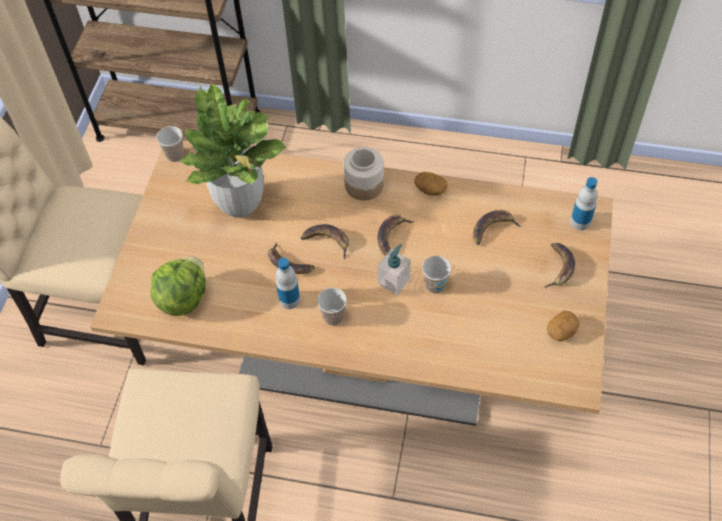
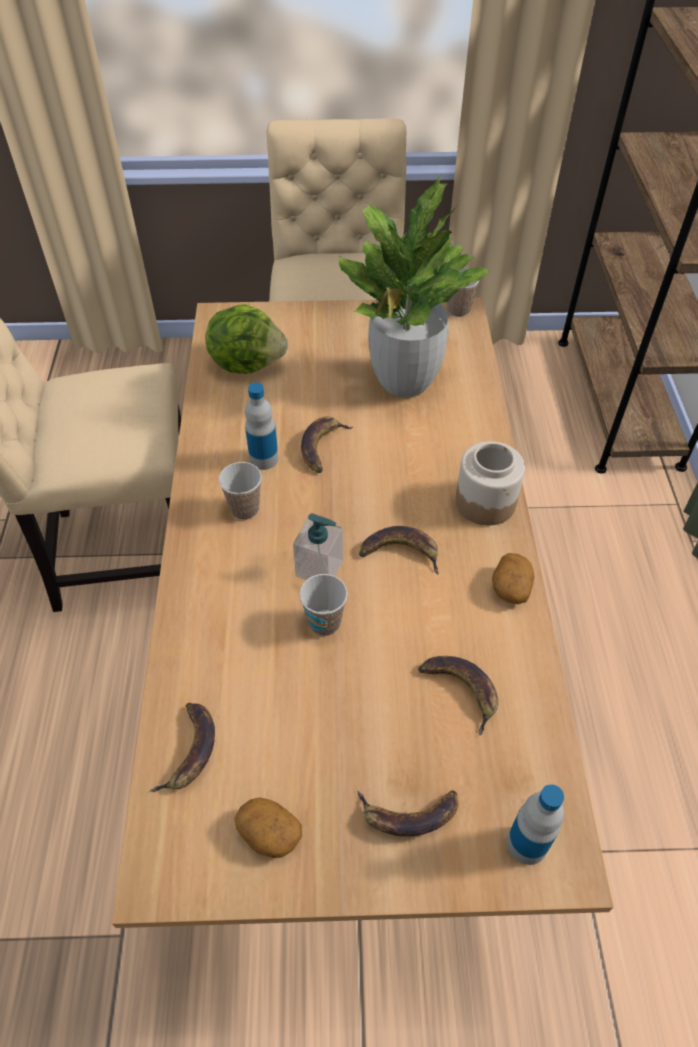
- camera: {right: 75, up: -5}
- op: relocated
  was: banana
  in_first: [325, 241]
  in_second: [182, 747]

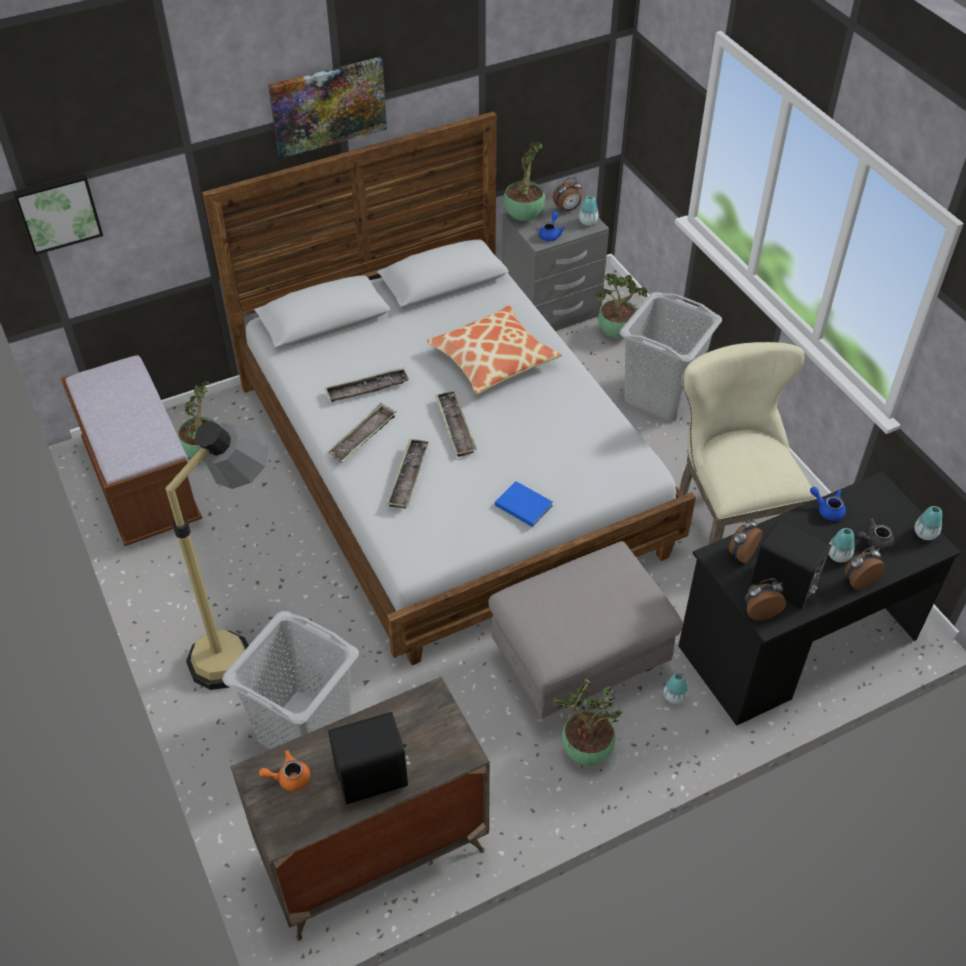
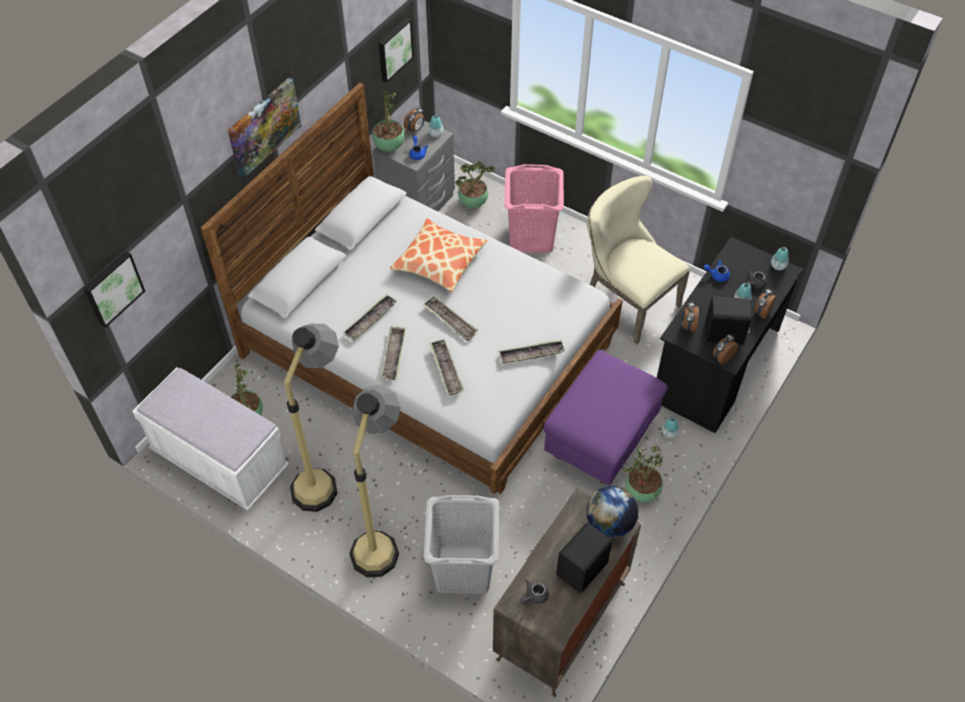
- camera: {right: -30, up: 5}
- op: colour
  was: bench (brown)
  now: bench (white)
  in_first: [131, 450]
  in_second: [210, 438]
- op: colour
  was: teapot (orange)
  now: teapot (grey)
  in_first: [284, 770]
  in_second: [534, 591]
- op: colour
  was: ottoman (grey)
  now: ottoman (purple)
  in_first: [585, 630]
  in_second: [605, 418]
- op: exchanged
  was: book (blue)
  now: tray
  in_first: [524, 504]
  in_second: [531, 351]
- op: colour
  was: laundry basket (grey)
  now: laundry basket (pink)
  in_first: [671, 356]
  in_second: [534, 208]
- op: appeared
  now: floor lamp
  in_second: [311, 418]
- op: appeared
  now: picture
  in_second: [396, 50]
- op: appeared
  now: globe
  in_second: [612, 512]

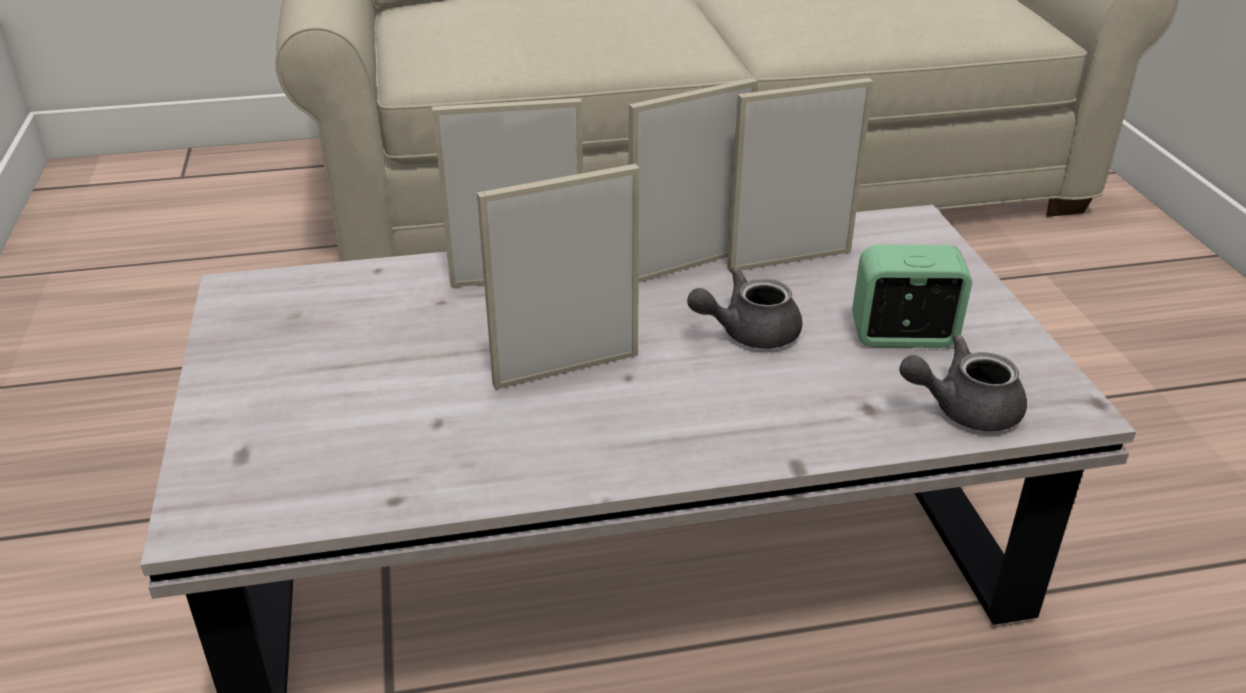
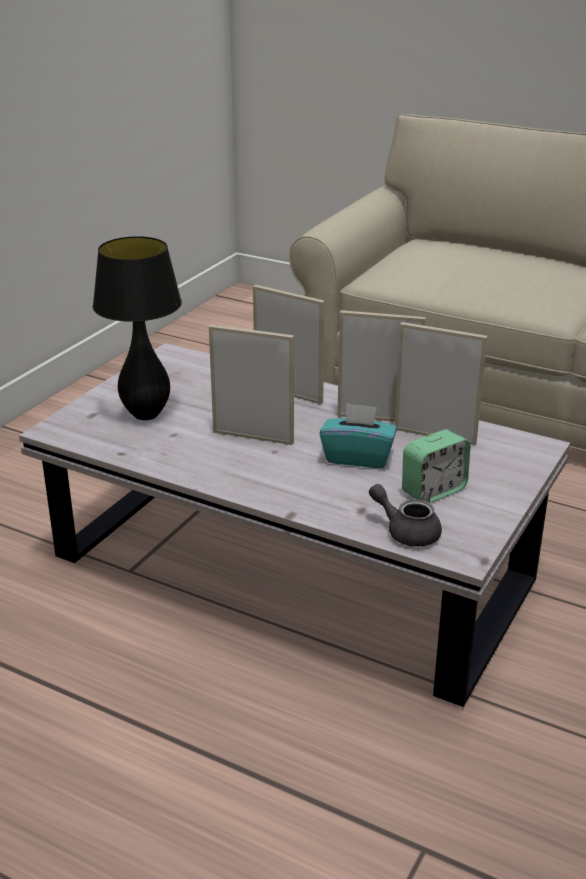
- camera: {right: 40, up: -5}
- op: exchanged
  was: teapot (grey)
  now: tissue box (turquoise)
  in_first: [744, 307]
  in_second: [358, 435]
- op: spun
  was: alarm clock
  in_first: [912, 296]
  in_second: [436, 466]
  clockwise: 105
- op: appeared
  now: table lamp (black)
  in_second: [137, 328]

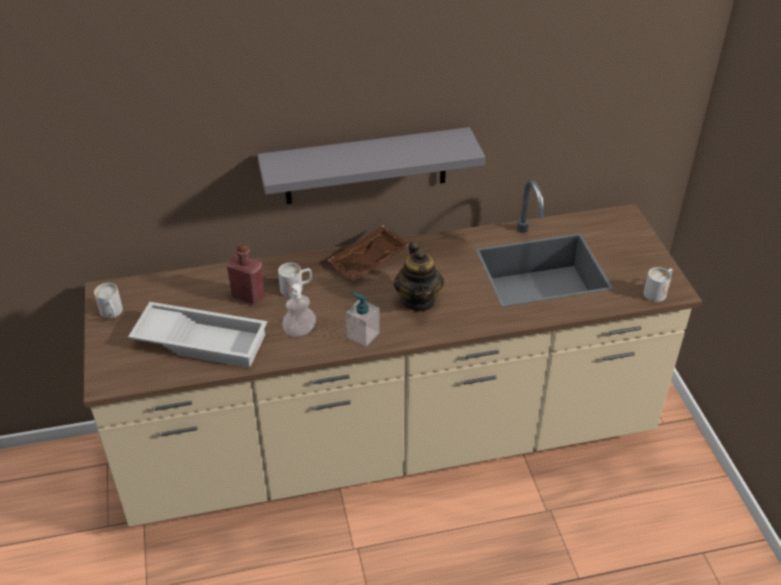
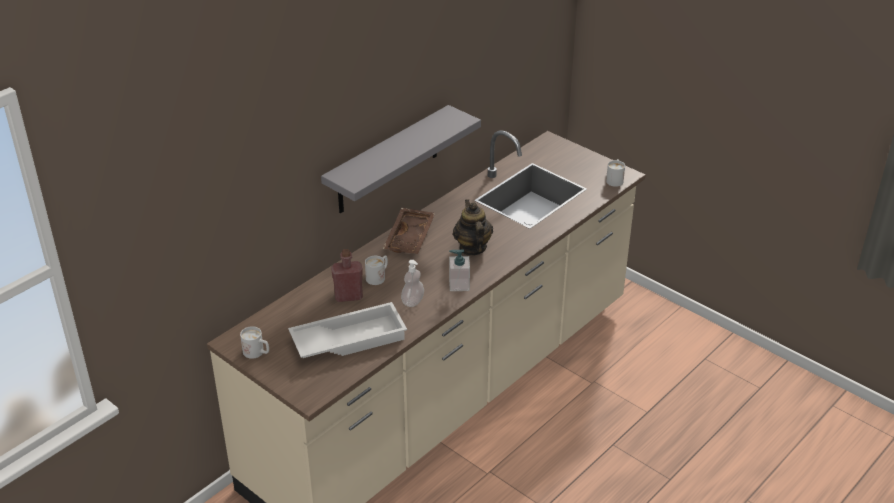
- camera: {right: -35, up: -5}
- op: spun
  was: teapot
  in_first: [419, 276]
  in_second: [473, 227]
  clockwise: -150

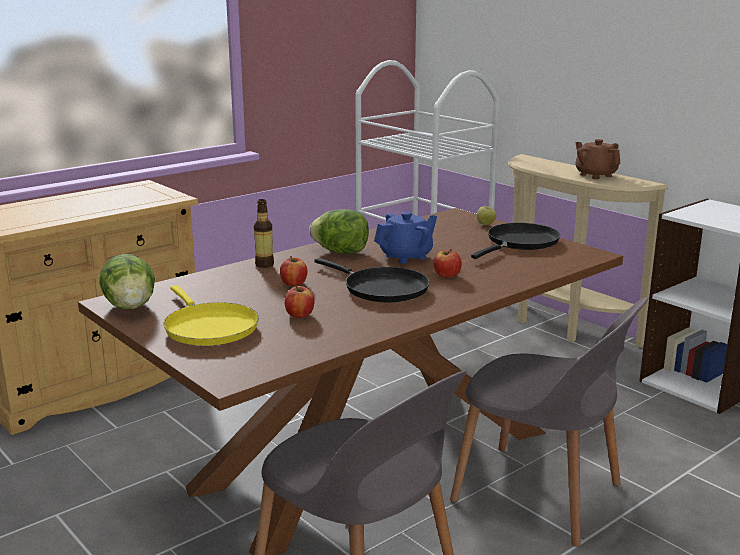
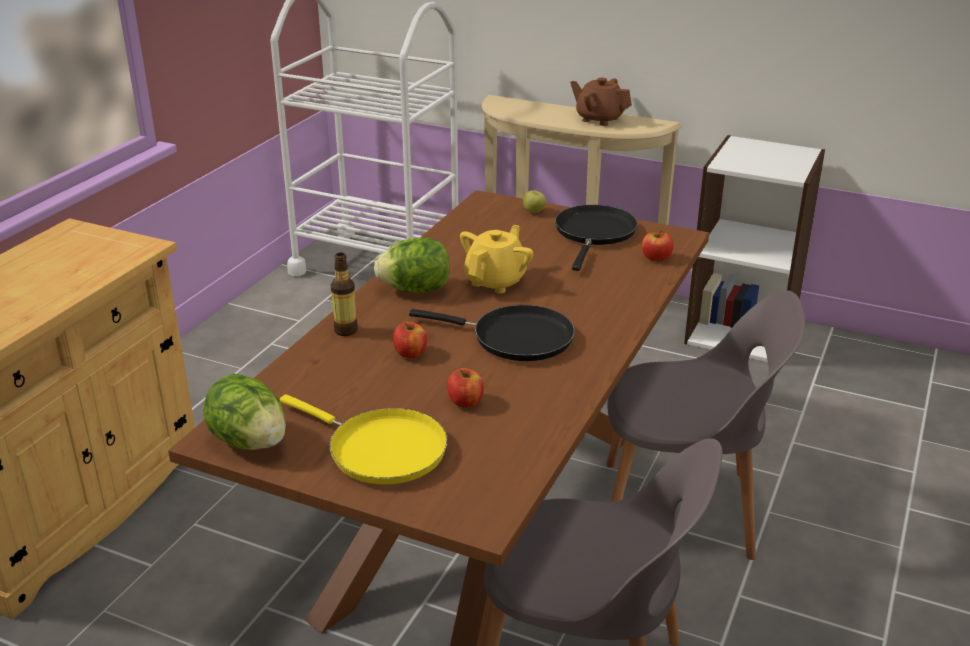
- camera: {right: -25, up: 10}
- op: colour
  was: teapot (blue)
  now: teapot (yellow)
  in_first: [405, 238]
  in_second: [496, 259]
- op: relocated
  was: apple
  in_first: [448, 263]
  in_second: [657, 245]

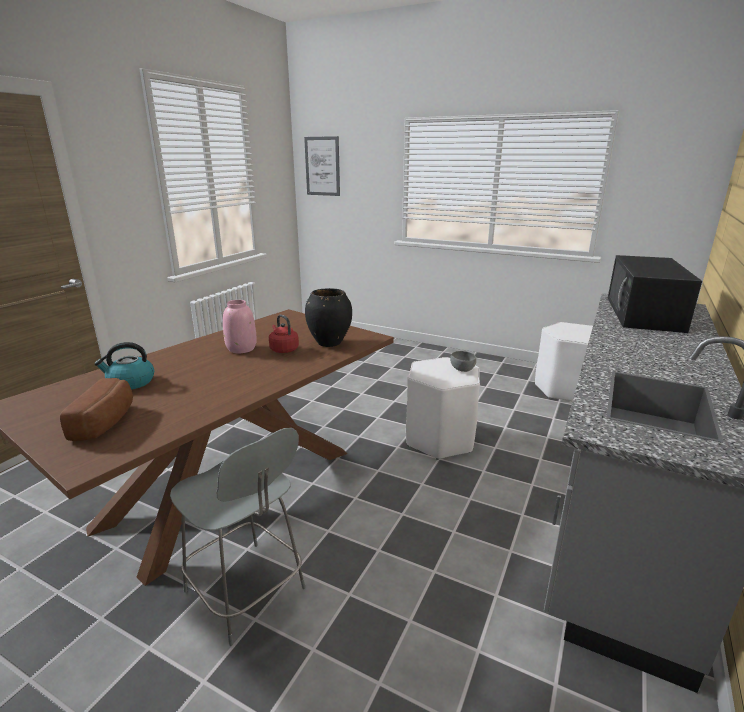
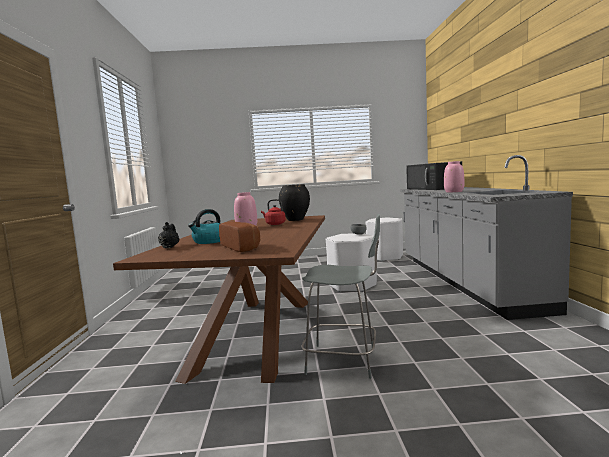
- camera: {right: -30, up: -15}
- op: missing
  was: picture
  in_first: [322, 166]
- op: appeared
  now: teapot (black)
  in_second: [169, 235]
- op: appeared
  now: vase (pink)
  in_second: [454, 176]

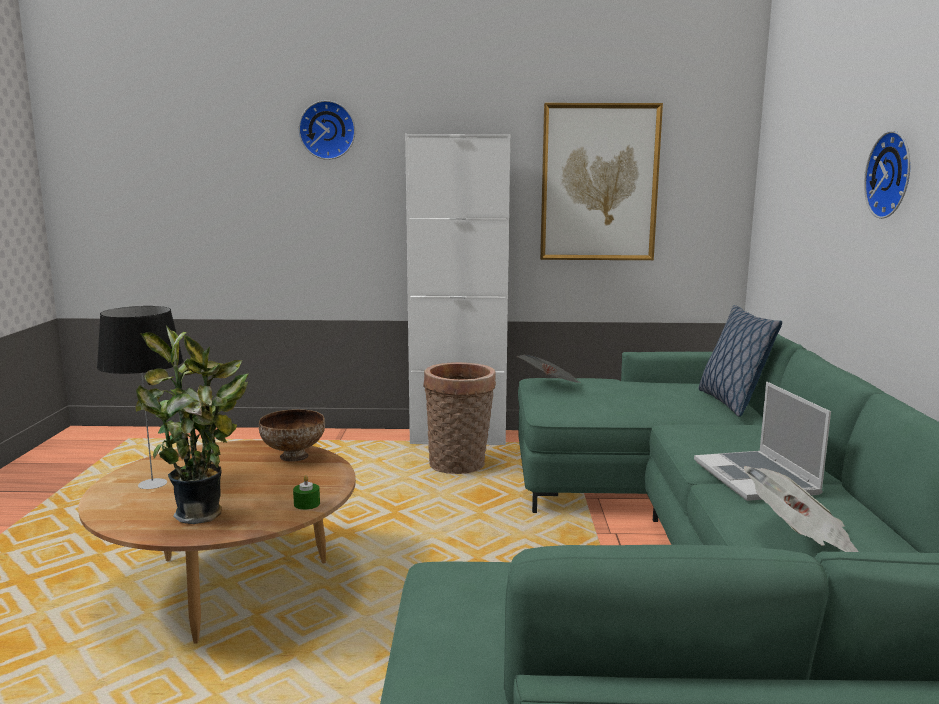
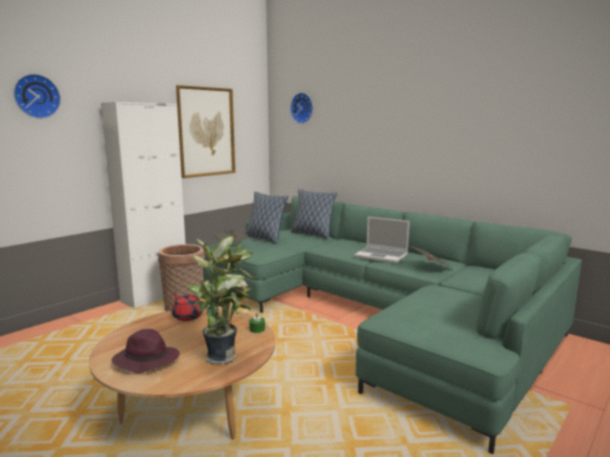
- camera: {right: -50, up: 0}
- op: exchanged
  was: table lamp
  now: hat (purple)
  in_first: [140, 397]
  in_second: [146, 351]
- op: exchanged
  was: bowl
  now: teapot (red)
  in_first: [292, 435]
  in_second: [187, 307]
- op: relocated
  was: wall clock
  in_first: [887, 175]
  in_second: [301, 108]
- op: appeared
  now: pillow
  in_second: [266, 218]

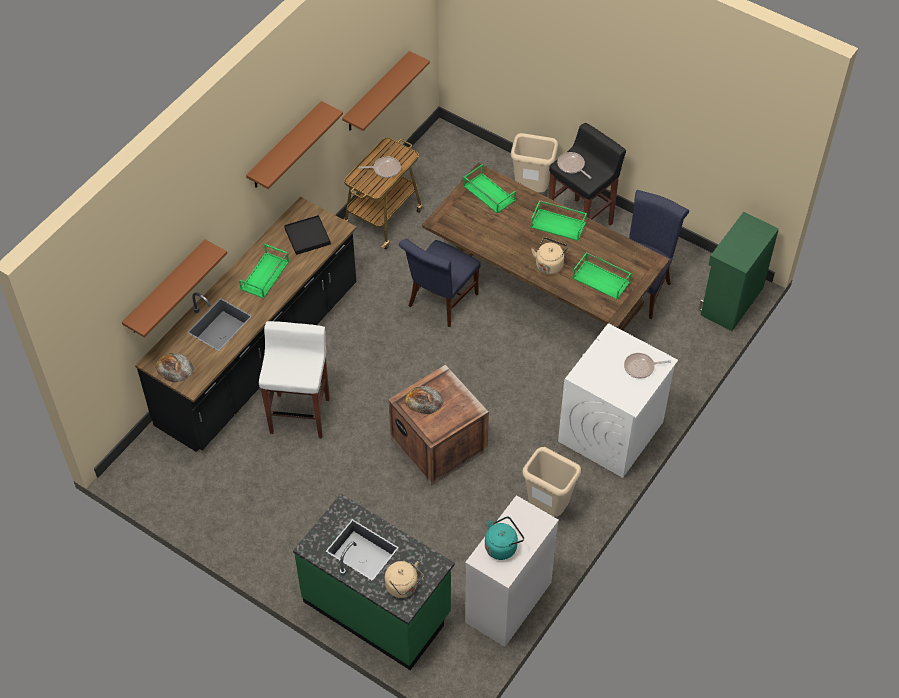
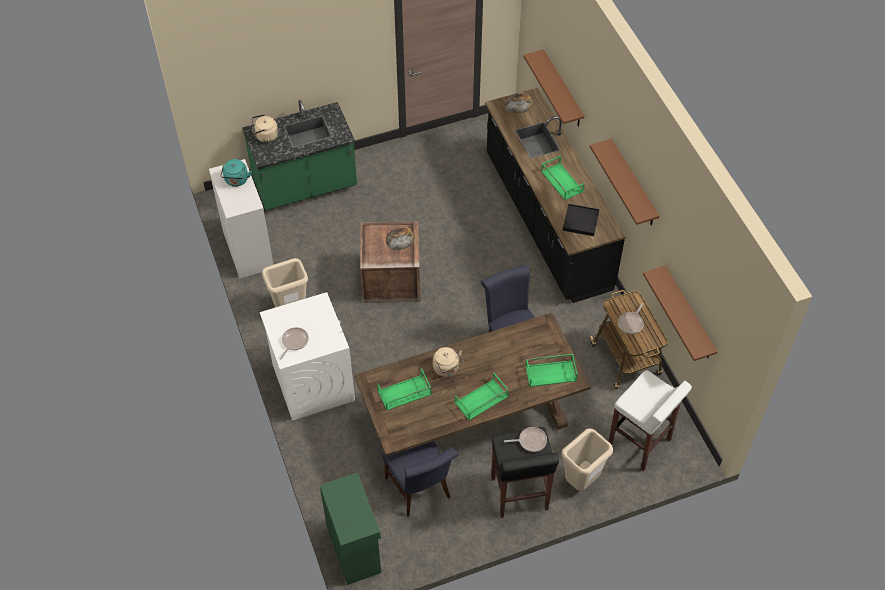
- camera: {right: 125, up: 0}
- op: relocated
  was: stool (white)
  in_first: [294, 380]
  in_second: [650, 420]

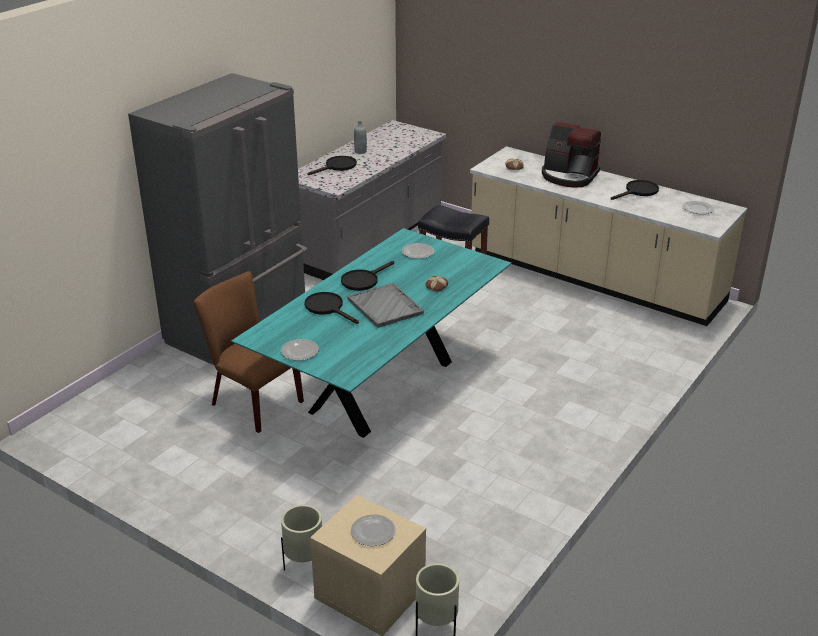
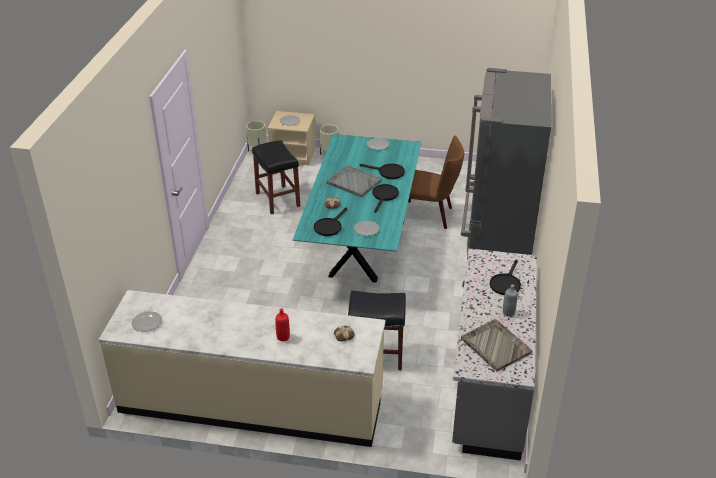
- camera: {right: 155, up: 5}
- op: exchanged
  was: coffee machine
  now: bottle (red)
  in_first: [571, 155]
  in_second: [282, 325]
- op: relocated
  was: frying pan (black)
  in_first: [635, 190]
  in_second: [330, 221]
- op: appeared
  now: stool (black)
  in_second: [276, 177]
- op: appeared
  now: tray (grey)
  in_second: [496, 345]

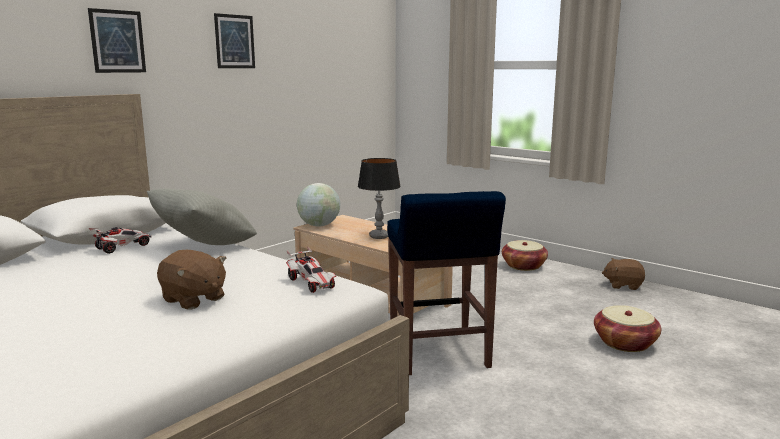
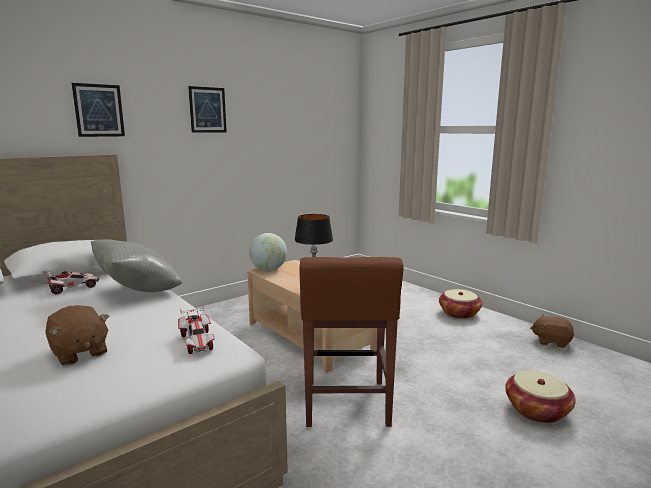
- camera: {right: 10, up: 0}
- op: colour
  was: stool (blue)
  now: stool (brown)
  in_first: [446, 283]
  in_second: [352, 342]

